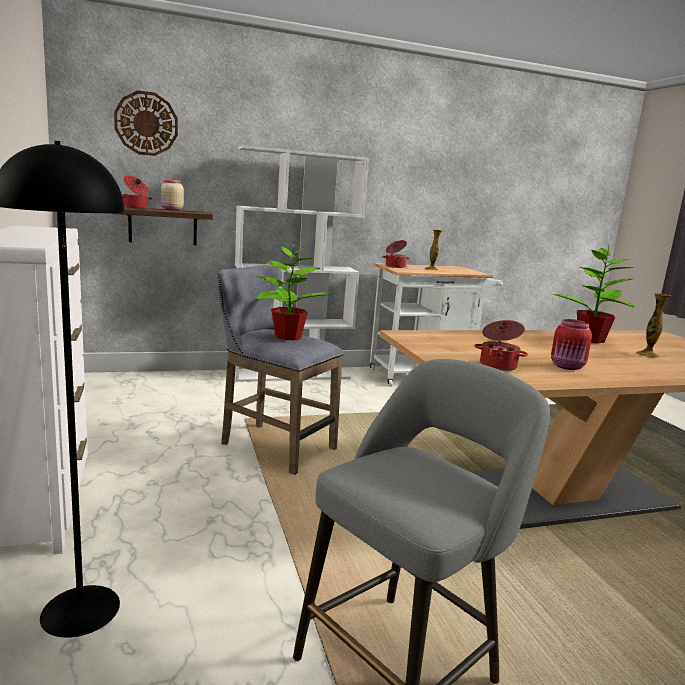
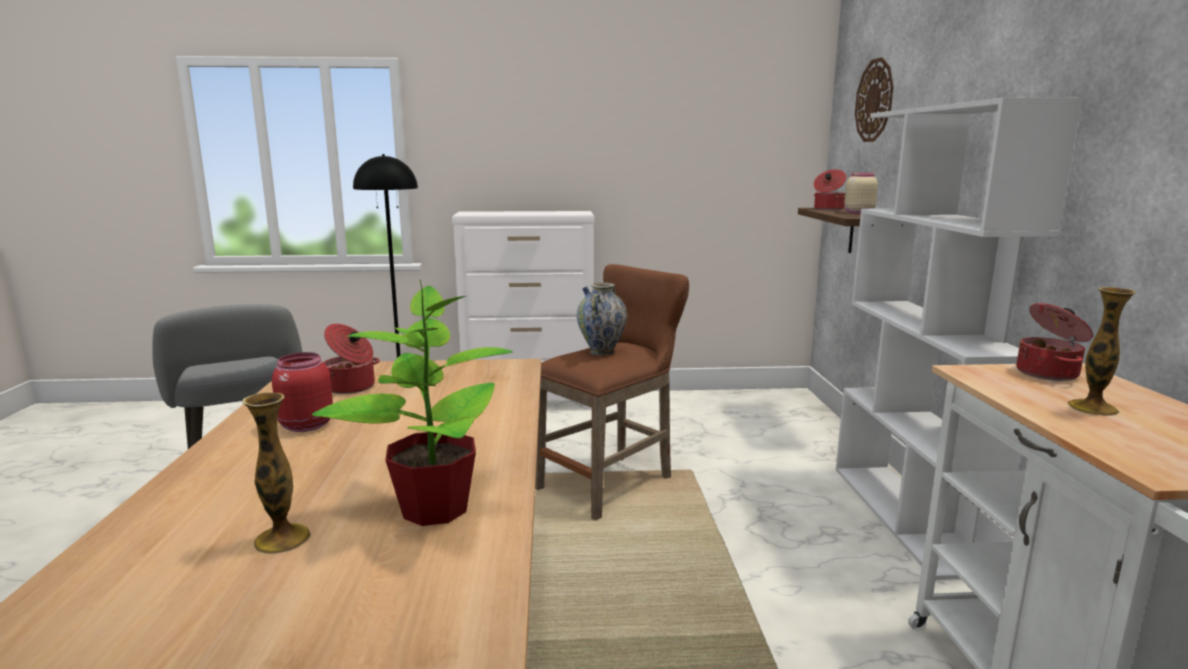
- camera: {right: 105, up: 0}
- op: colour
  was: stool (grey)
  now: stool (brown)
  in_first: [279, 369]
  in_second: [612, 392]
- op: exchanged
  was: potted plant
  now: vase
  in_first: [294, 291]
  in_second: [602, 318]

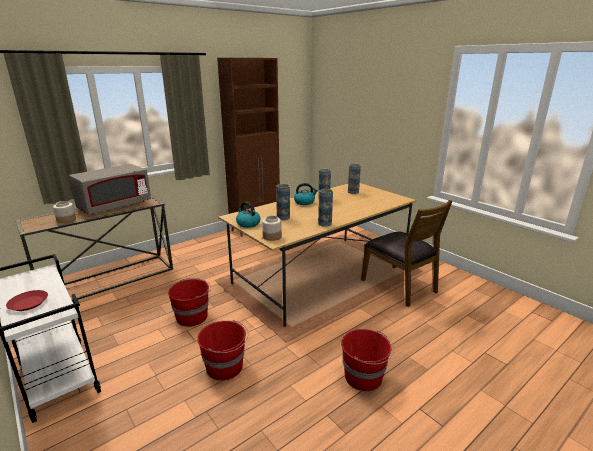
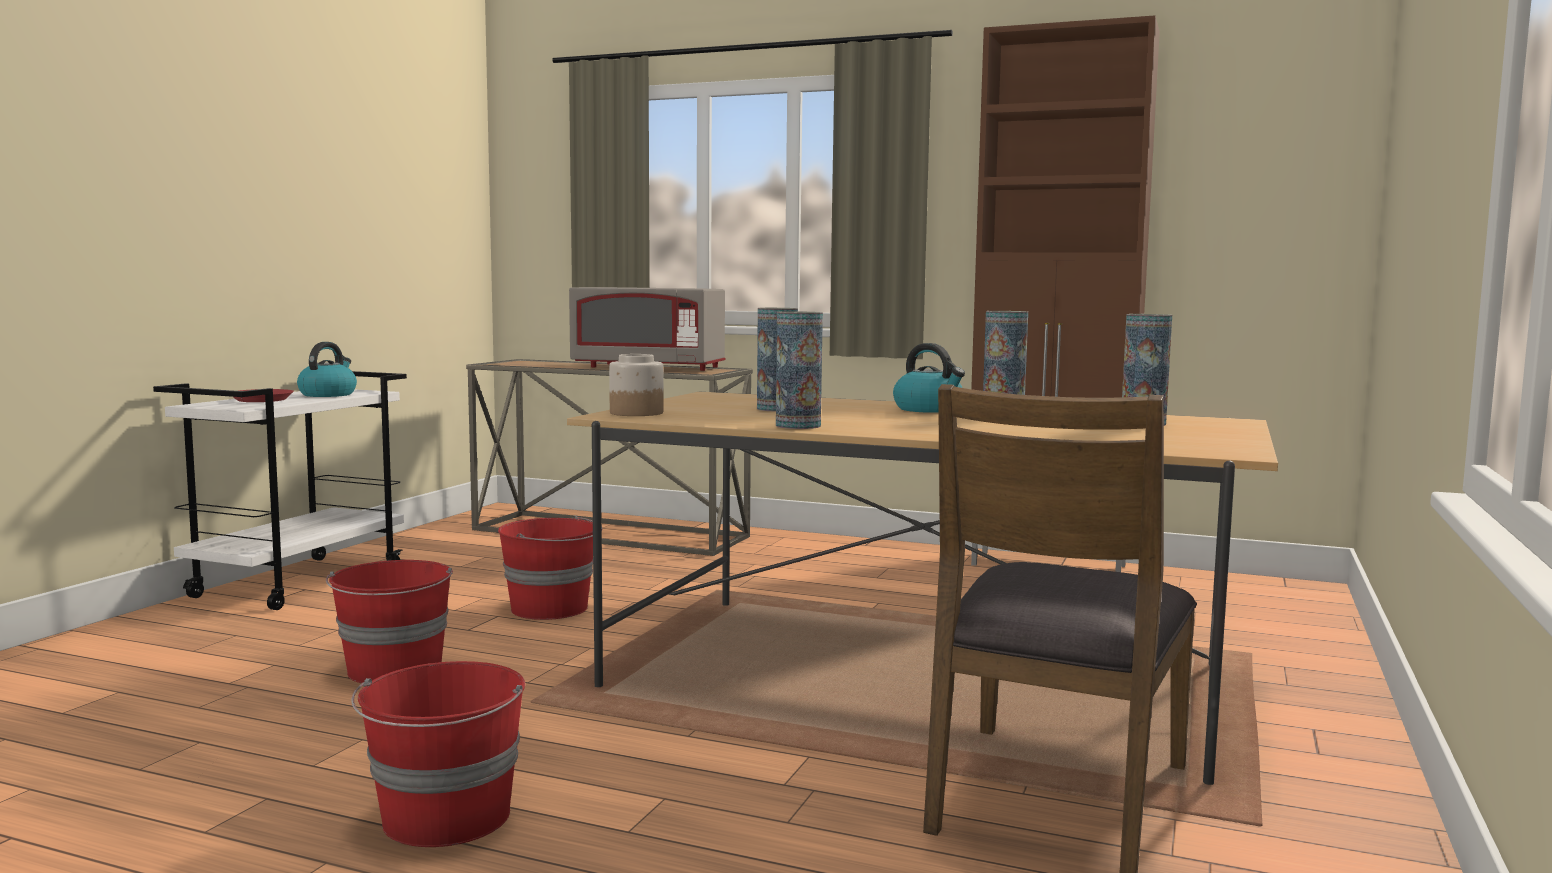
- camera: {right: 60, up: -15}
- op: missing
  was: jar
  in_first: [64, 212]
- op: relocated
  was: kettle
  in_first: [248, 215]
  in_second: [327, 369]

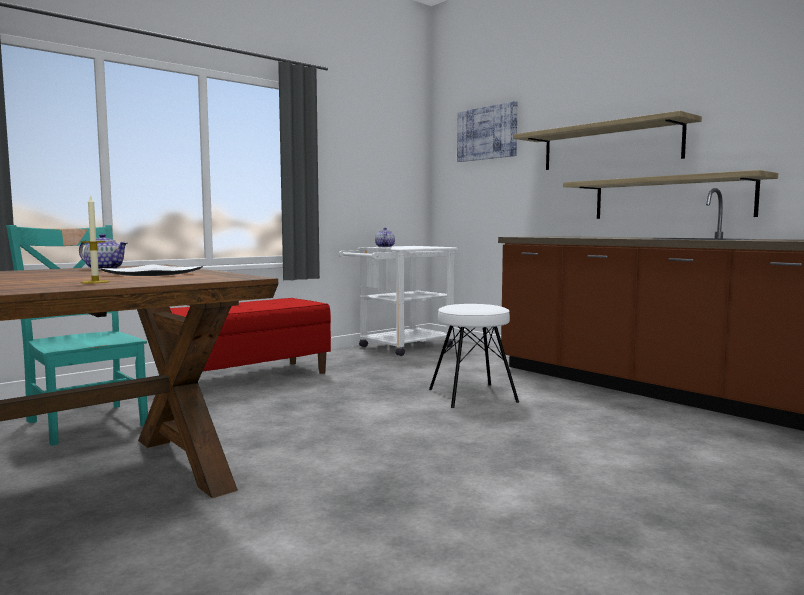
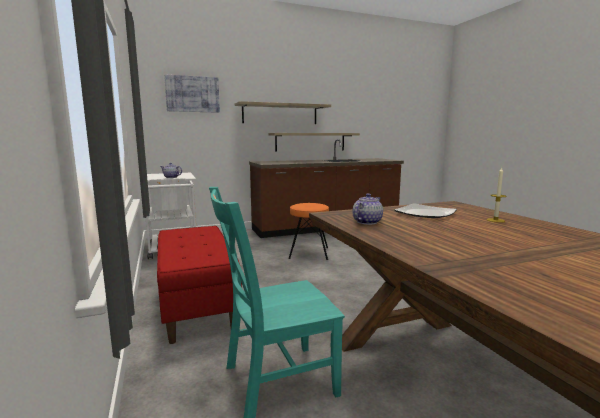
- camera: {right: -70, up: 5}
- op: colour
  was: stool (white)
  now: stool (orange)
  in_first: [474, 356]
  in_second: [308, 231]

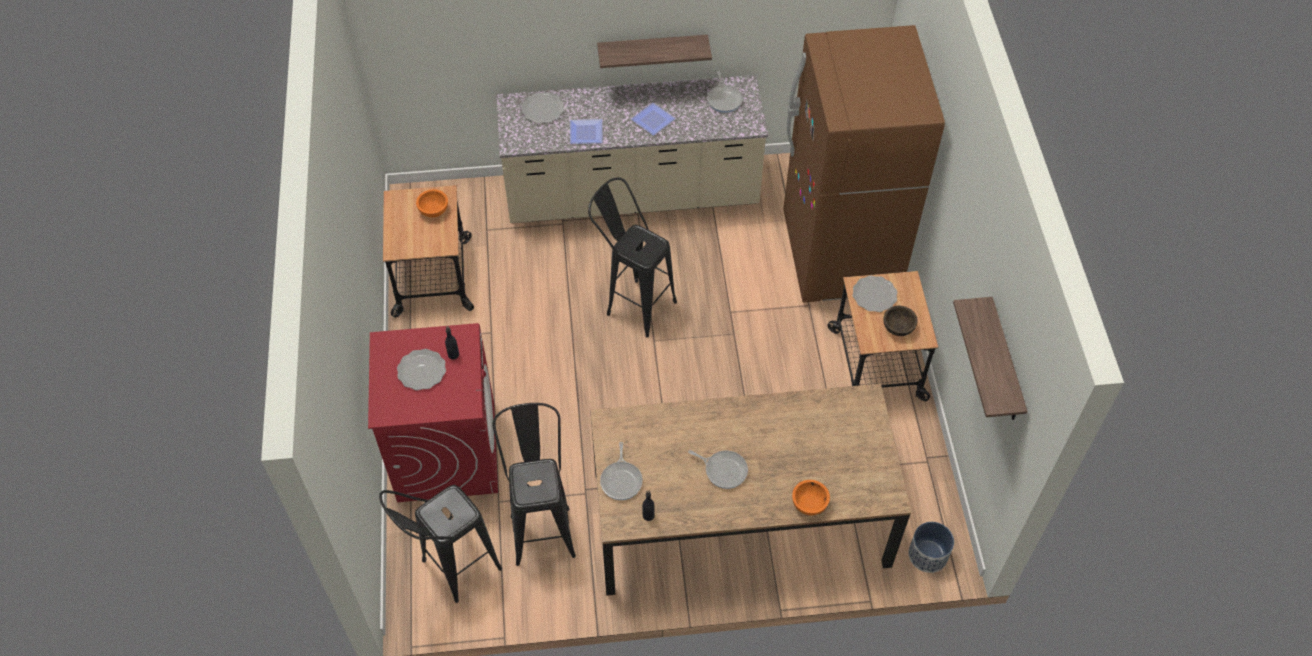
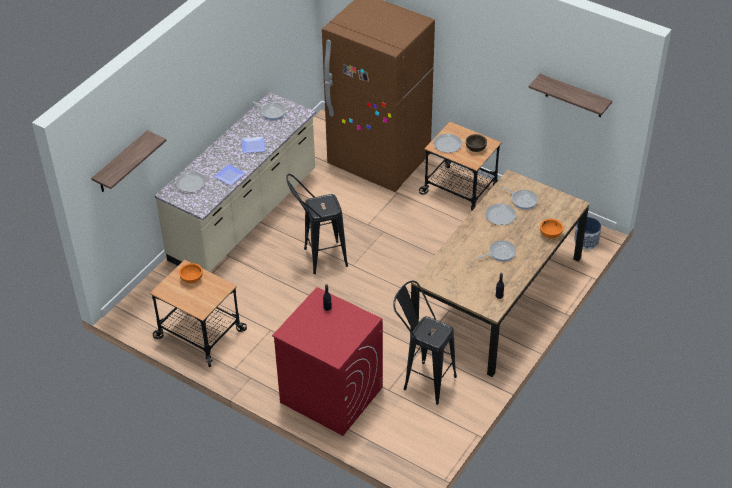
- camera: {right: -50, up: -10}
- op: missing
  was: stool (black)
  in_first: [440, 544]
- op: relocated
  was: plate
  in_first: [421, 370]
  in_second: [501, 214]
- op: relocated
  was: shelf
  in_first: [654, 51]
  in_second: [129, 161]
- op: relocated
  was: frying pan
  in_first: [621, 471]
  in_second: [520, 198]

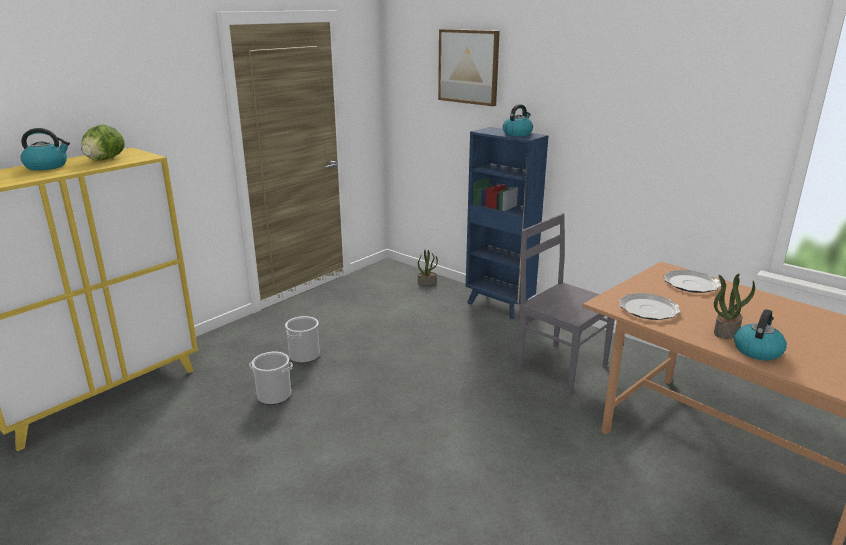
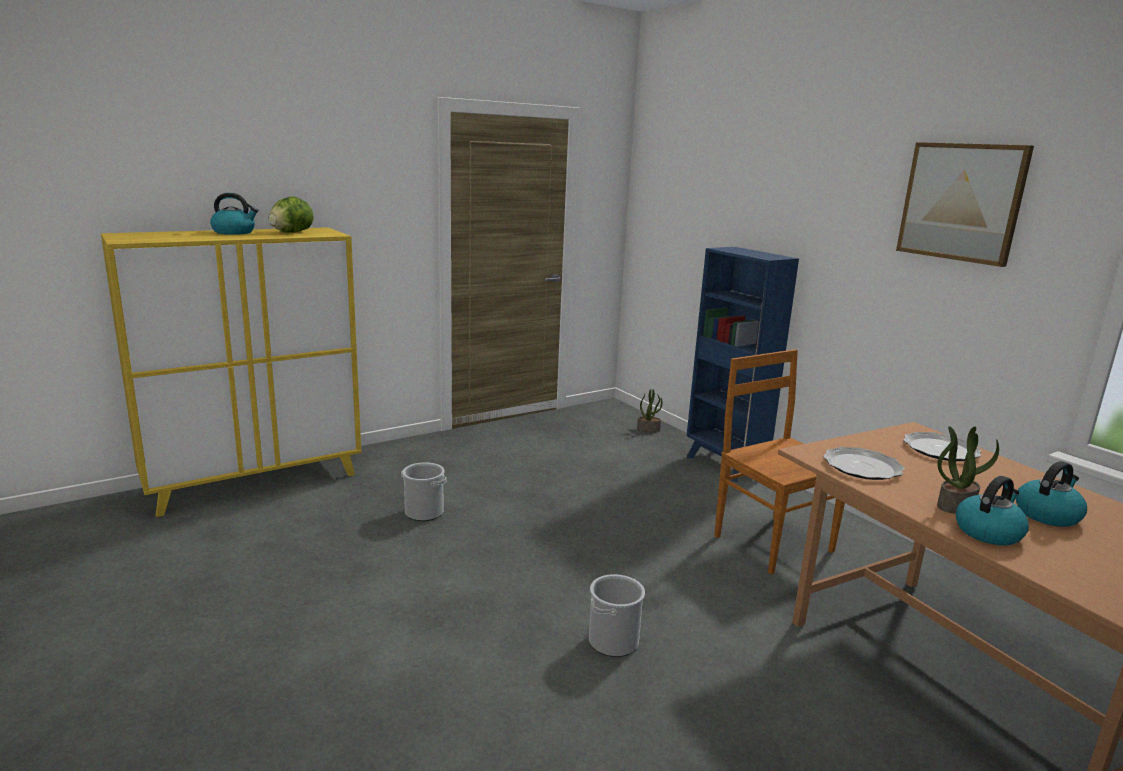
- camera: {right: 15, up: -5}
- op: relocated
  was: bucket
  in_first: [302, 339]
  in_second: [617, 615]
- op: relocated
  was: picture
  in_first: [469, 67]
  in_second: [965, 204]
- op: relocated
  was: kettle
  in_first: [518, 120]
  in_second: [1051, 494]
- op: colour
  was: chair (grey)
  now: chair (brown)
  in_first: [566, 304]
  in_second: [779, 461]

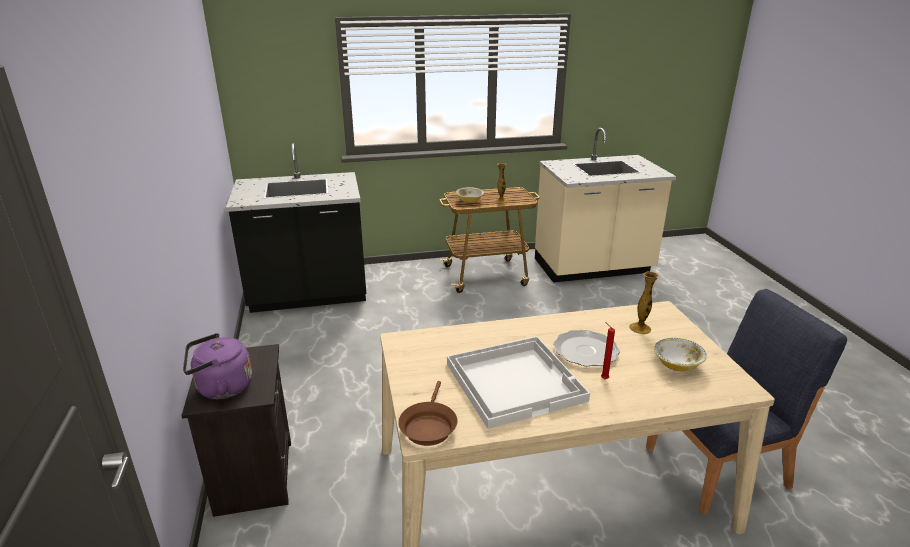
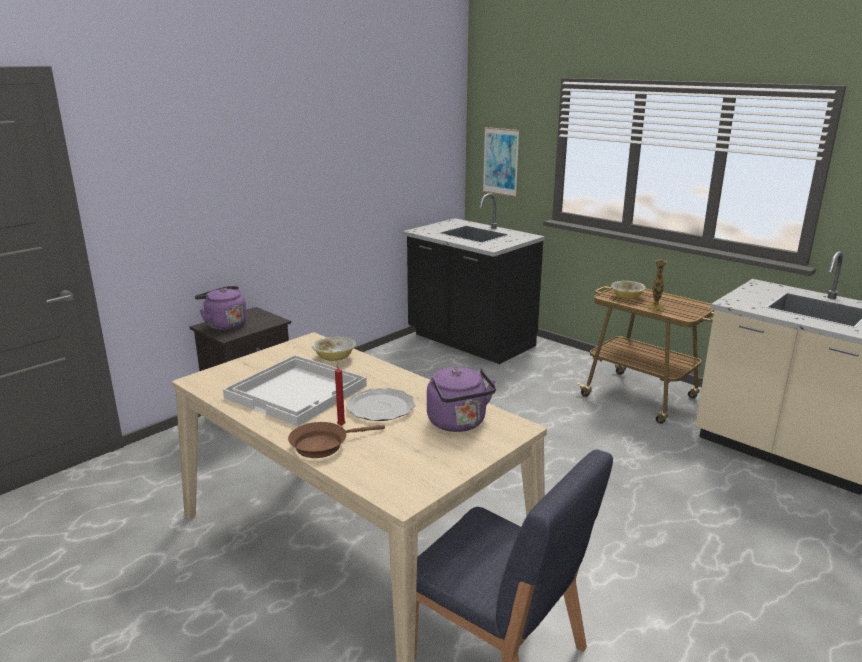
- camera: {right: 55, up: -5}
- op: relocated
  was: frying pan (brown)
  in_first: [428, 413]
  in_second: [336, 440]
- op: exchanged
  was: vase
  now: kettle (purple)
  in_first: [644, 302]
  in_second: [461, 399]
- op: relocated
  was: bowl
  in_first: [680, 354]
  in_second: [334, 349]
- op: appeared
  now: picture
  in_second: [501, 162]

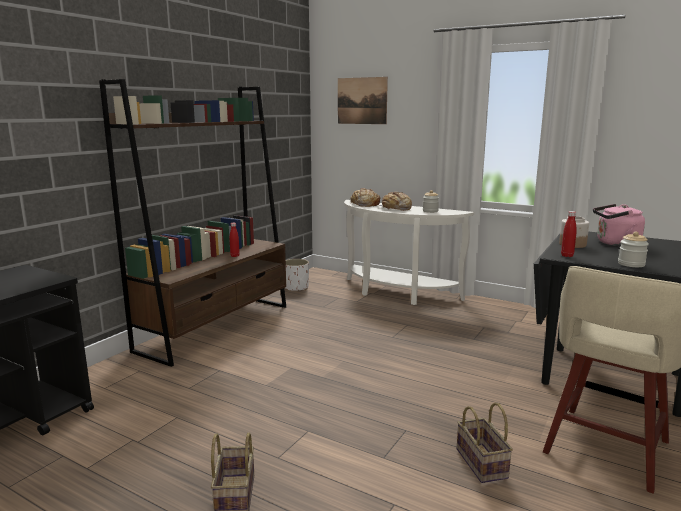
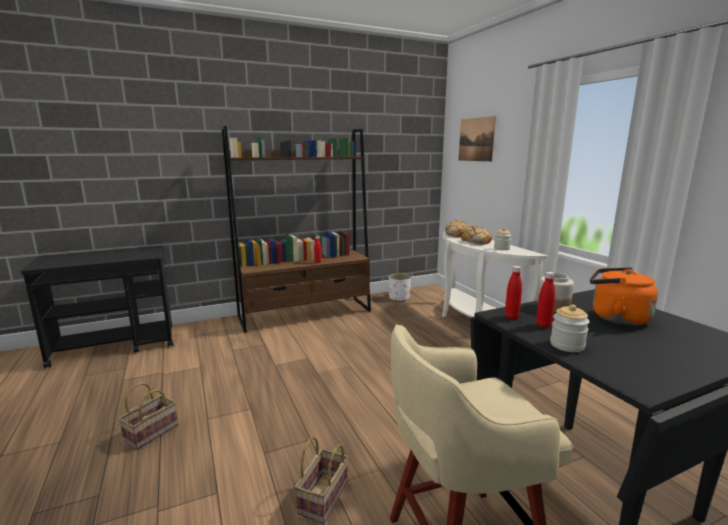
- camera: {right: 35, up: 0}
- op: colour
  was: kettle (pink)
  now: kettle (orange)
  in_first: [619, 225]
  in_second: [624, 296]
- op: appeared
  now: bottle (red)
  in_second: [545, 300]

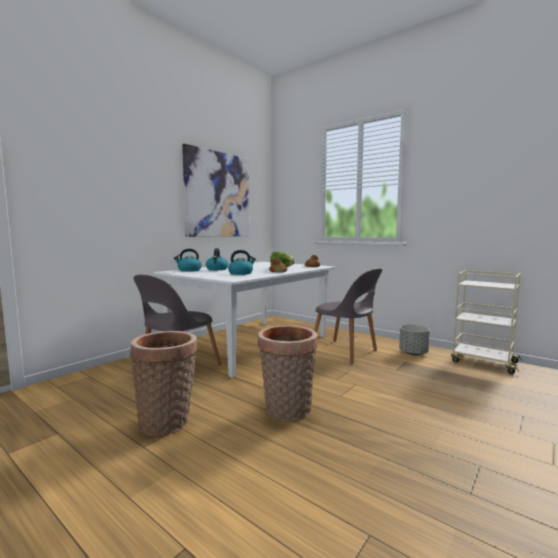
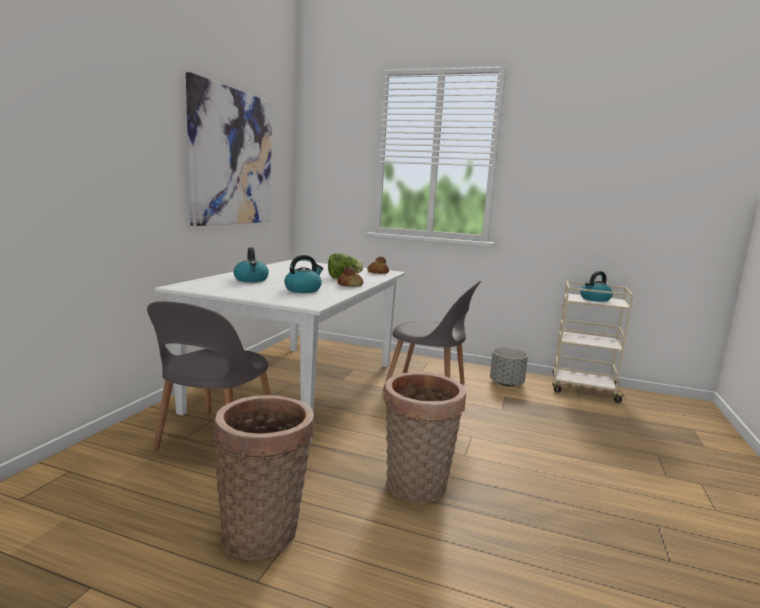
- camera: {right: -20, up: 5}
- op: relocated
  was: kettle
  in_first: [187, 260]
  in_second: [596, 286]

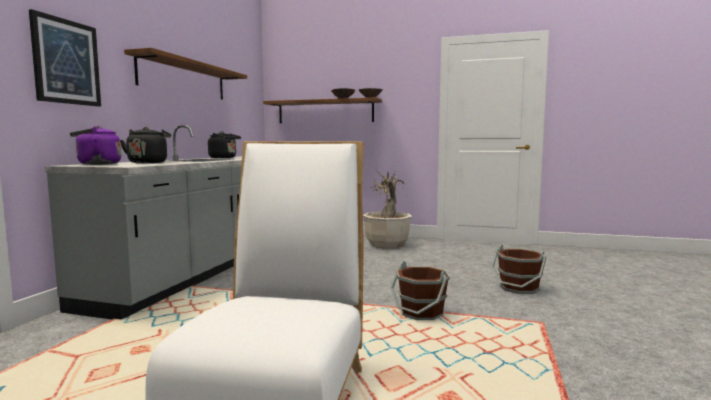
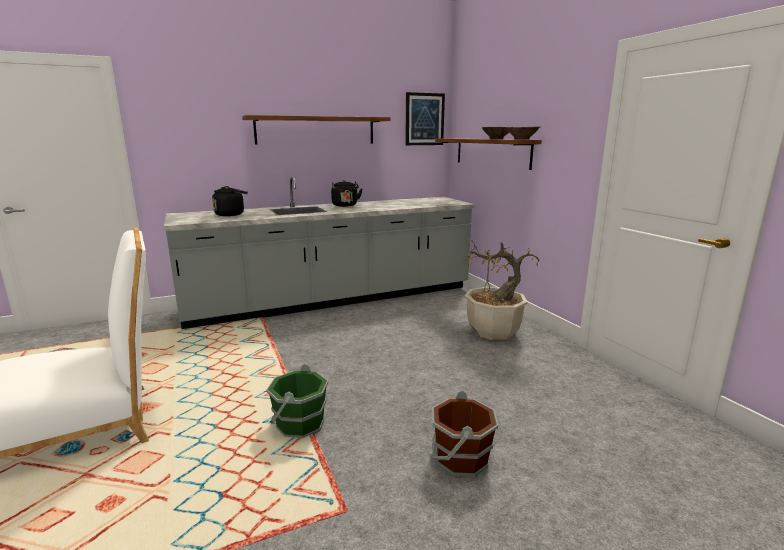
- camera: {right: 50, up: 10}
- op: relocated
  was: picture
  in_first: [65, 58]
  in_second: [425, 118]
- op: missing
  was: kettle (purple)
  in_first: [95, 145]
- op: colour
  was: bucket (brown)
  now: bucket (green)
  in_first: [420, 290]
  in_second: [297, 401]

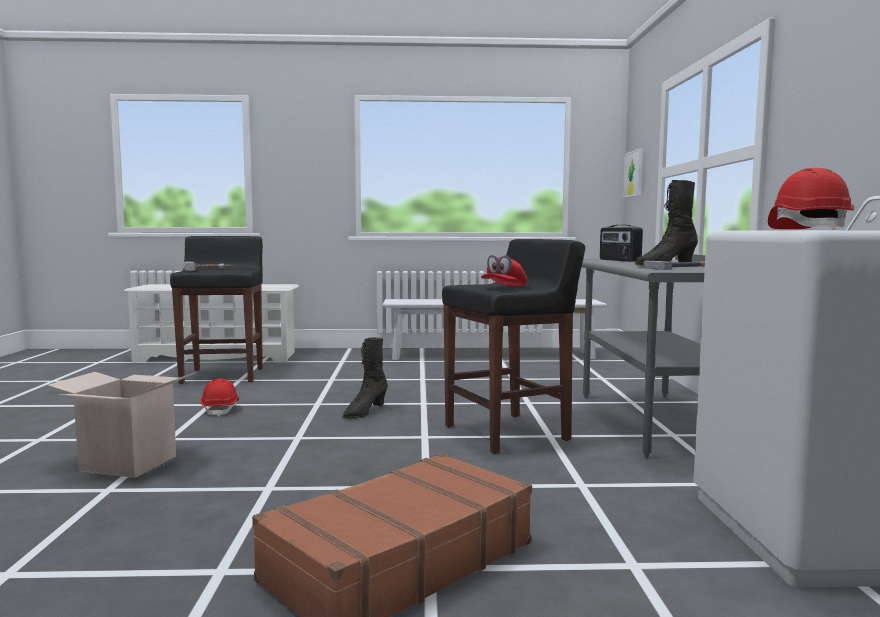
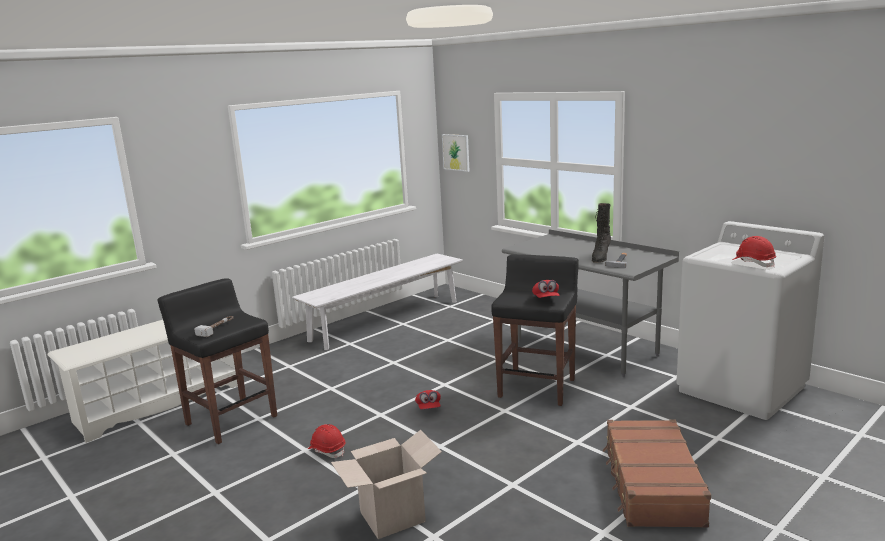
- camera: {right: -40, up: 10}
- op: exchanged
  was: boot (black)
  now: cap (red)
  in_first: [365, 378]
  in_second: [428, 399]
- op: missing
  was: radio
  in_first: [621, 243]

